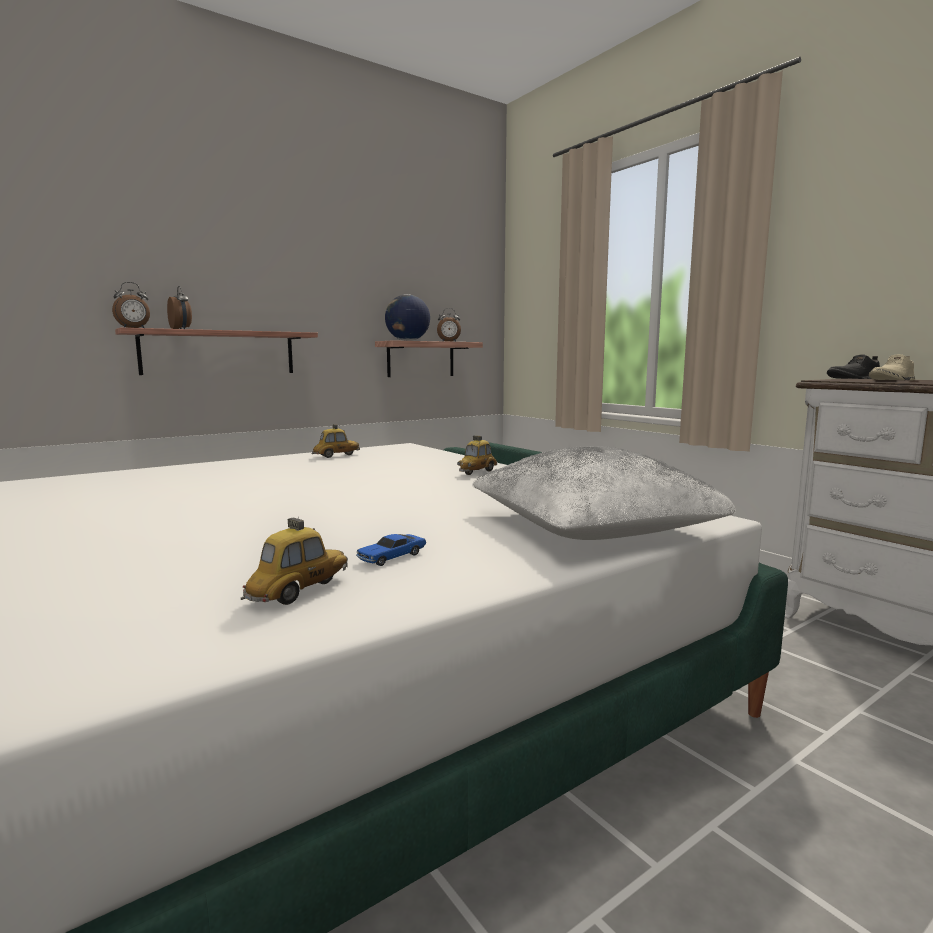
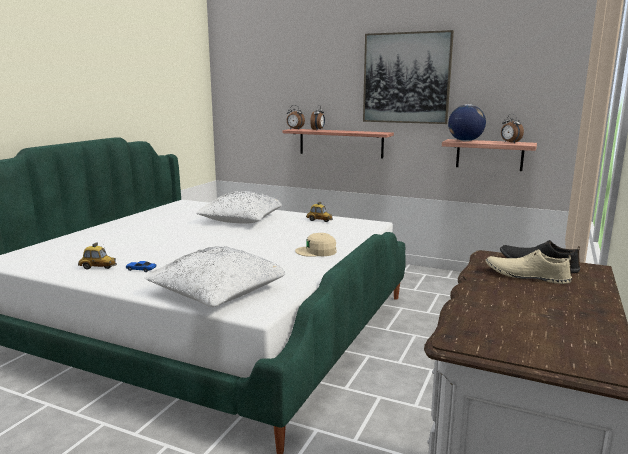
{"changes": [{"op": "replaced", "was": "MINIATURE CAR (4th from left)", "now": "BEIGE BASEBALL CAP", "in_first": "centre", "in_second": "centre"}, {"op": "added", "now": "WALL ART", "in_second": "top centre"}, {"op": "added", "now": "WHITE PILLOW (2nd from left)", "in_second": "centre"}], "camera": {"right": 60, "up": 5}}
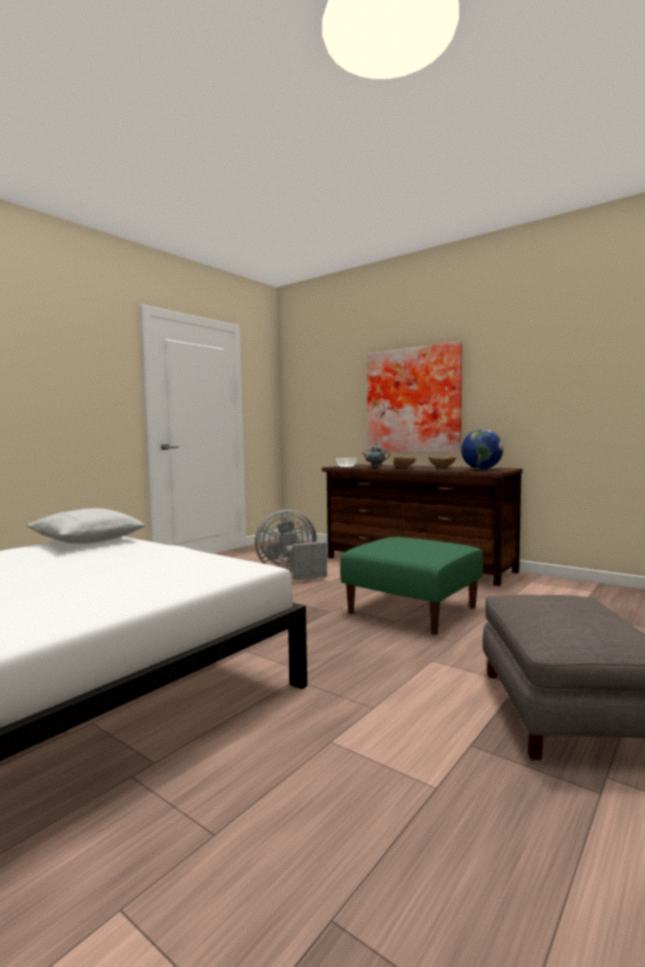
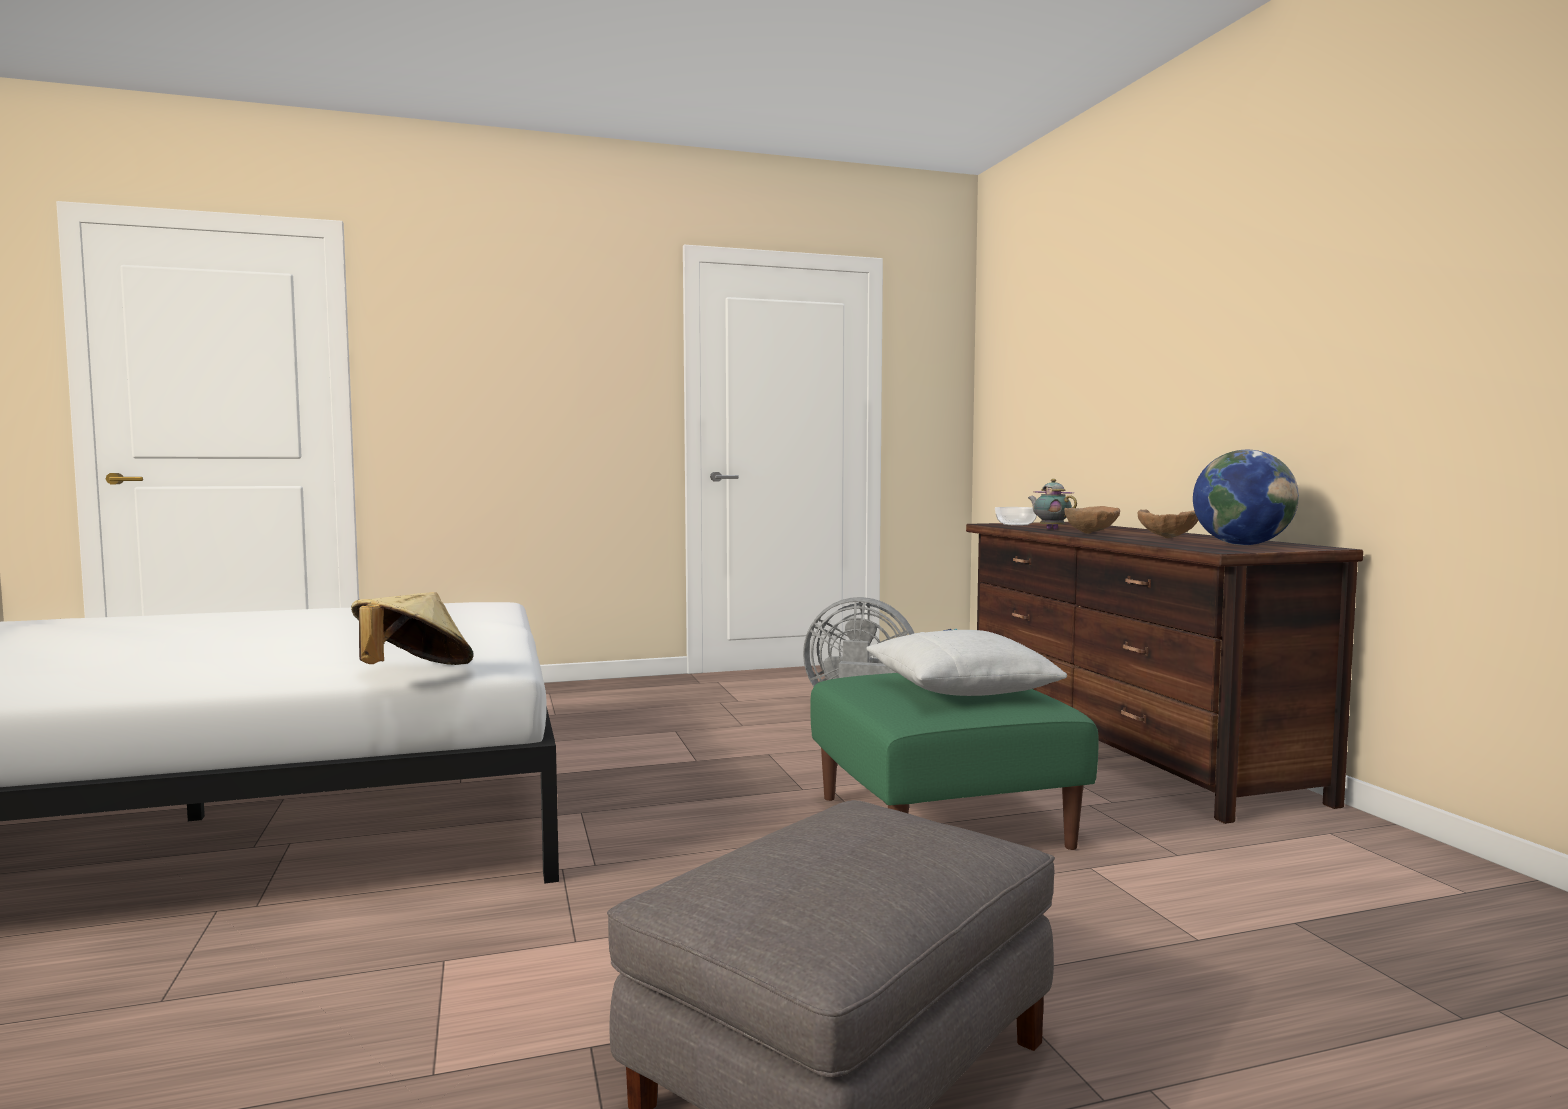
{"changes": [{"op": "removed", "was": "WALL ART", "in_first": "centre"}, {"op": "moved", "was": "GREYISH PILLOW", "in_first": "middle left", "in_second": "centre"}, {"op": "added", "now": "BEIGE CLOTHING HAT", "in_second": "middle left"}], "camera": {"right": 35, "up": 0}}
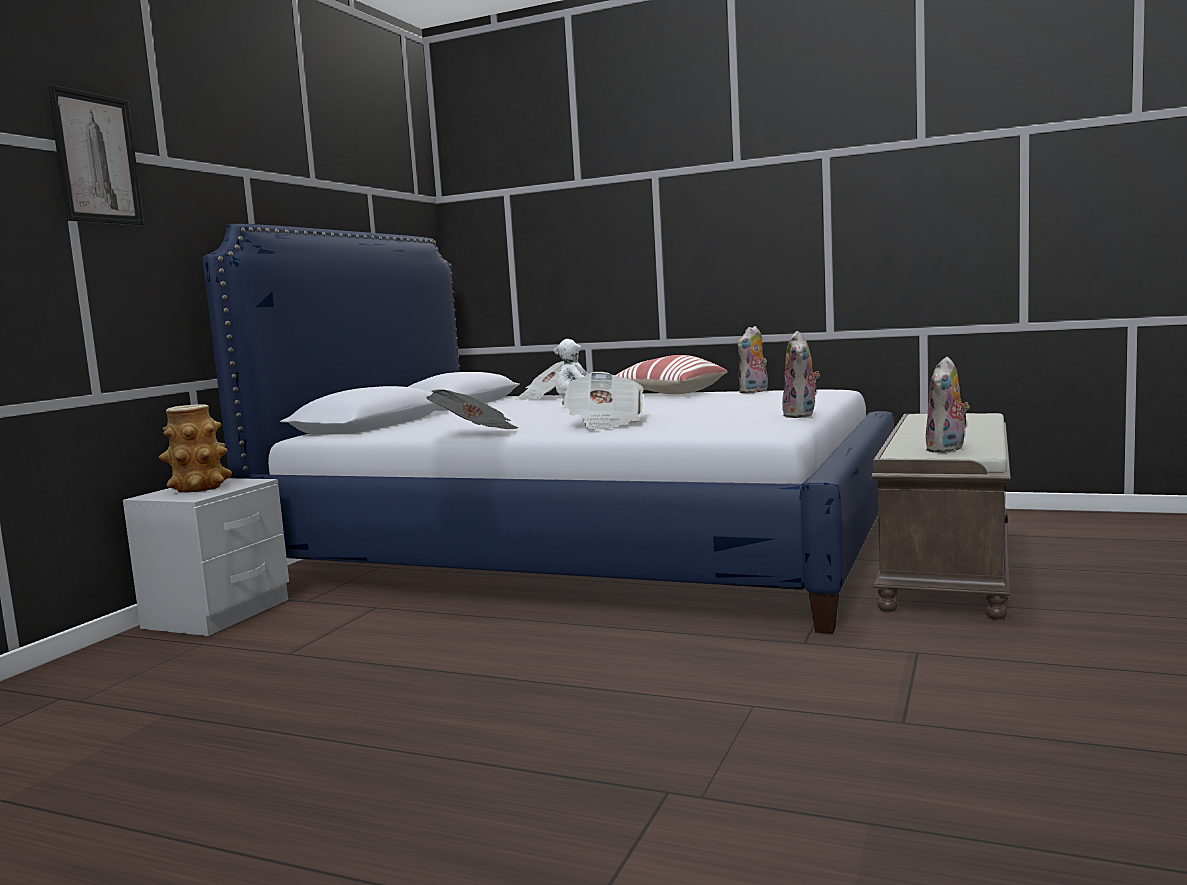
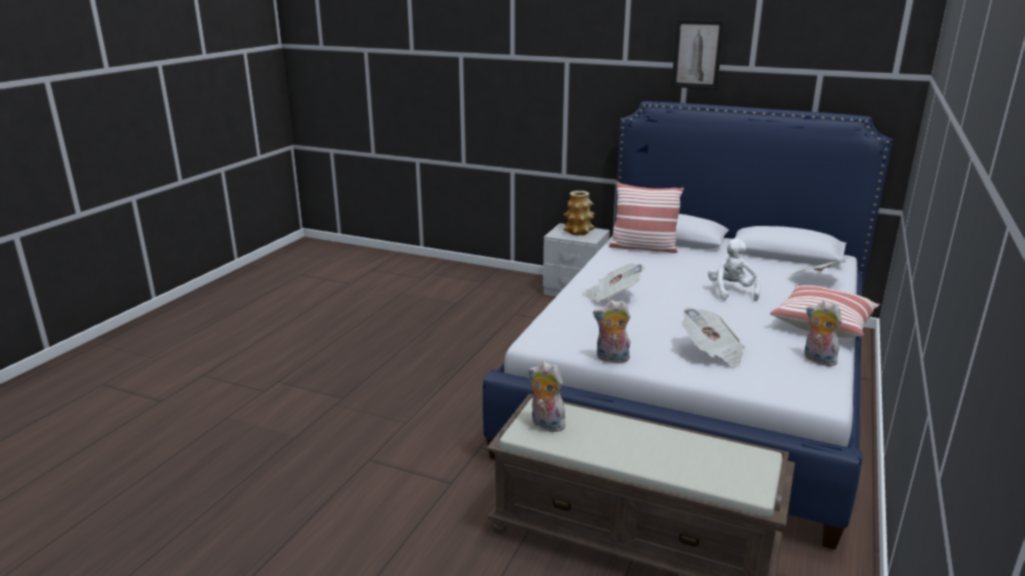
{"changes": [{"op": "moved", "was": "WALL ART", "in_first": "top left", "in_second": "top right"}, {"op": "moved", "was": "NEWSPAPER (1st from left in the first image)", "now": "NEWSPAPER (2nd from left)", "in_first": "centre", "in_second": "middle right"}, {"op": "added", "now": "PILLOW (1st from left)", "in_second": "centre"}], "camera": {"right": 90, "up": 15}}
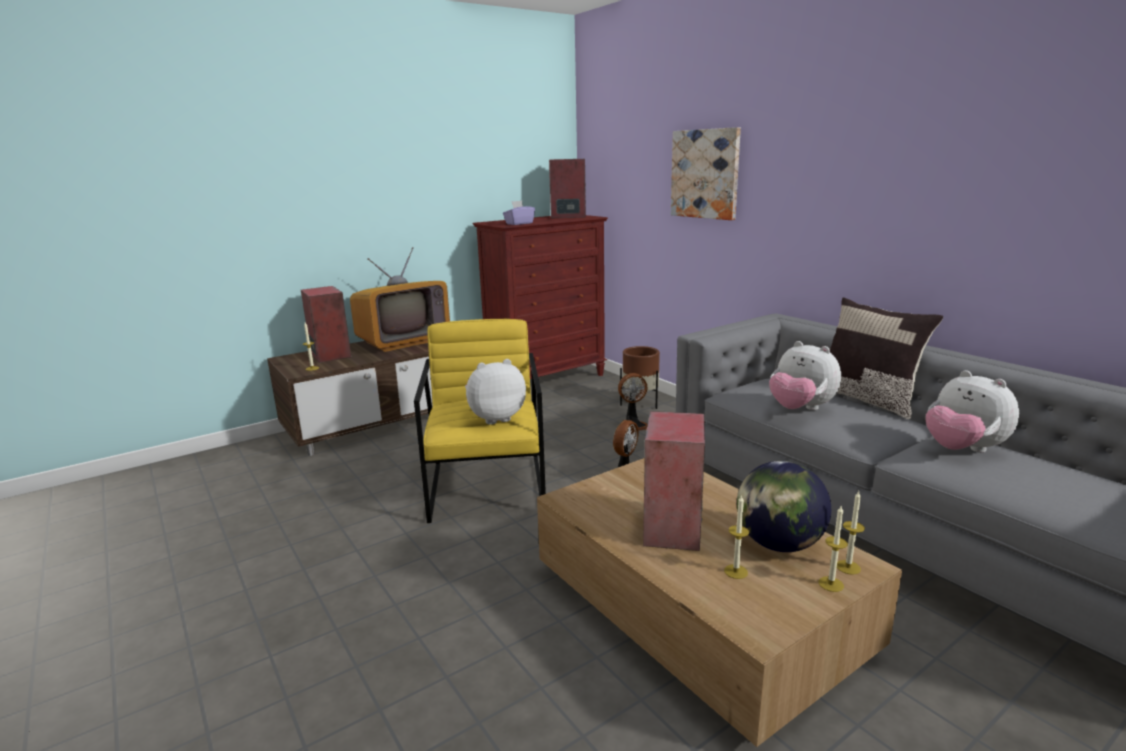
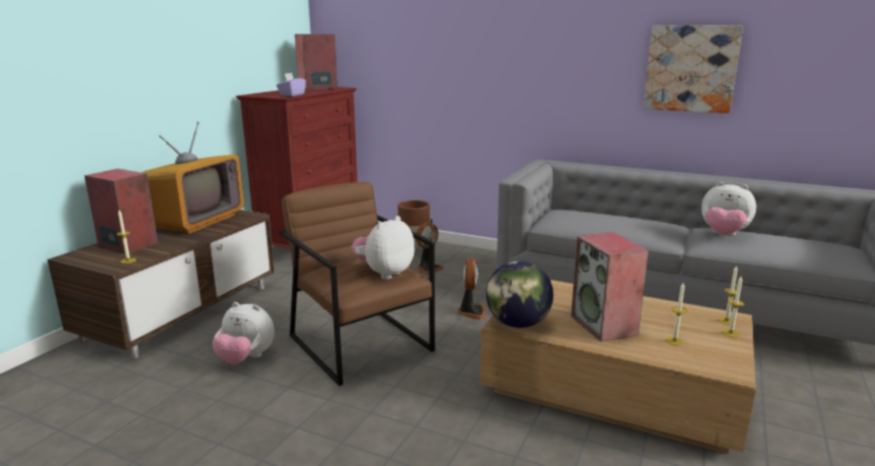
{"changes": [{"op": "moved", "was": "WALL ART", "in_first": "top centre", "in_second": "top right"}, {"op": "removed", "was": "PILLOW", "in_first": "middle right"}, {"op": "recoloured", "was": "YELLOW-COLOURED ARMCHAIR", "now": "BROWN-COLOURED ARMCHAIR", "in_first": "centre", "in_second": "centre"}, {"op": "moved", "was": "SOFT TOY (2nd from left in the first image)", "now": "SOFT TOY (1st from left)", "in_first": "middle right", "in_second": "bottom left"}, {"op": "moved", "was": "GLOBE", "in_first": "bottom right", "in_second": "centre"}], "camera": {"right": -30, "up": 0}}
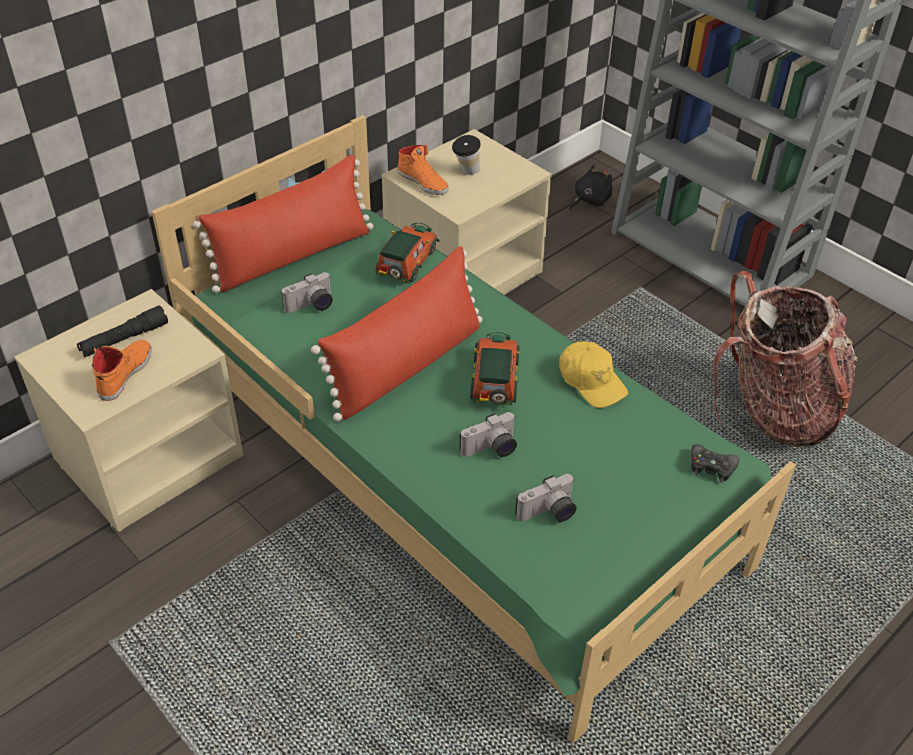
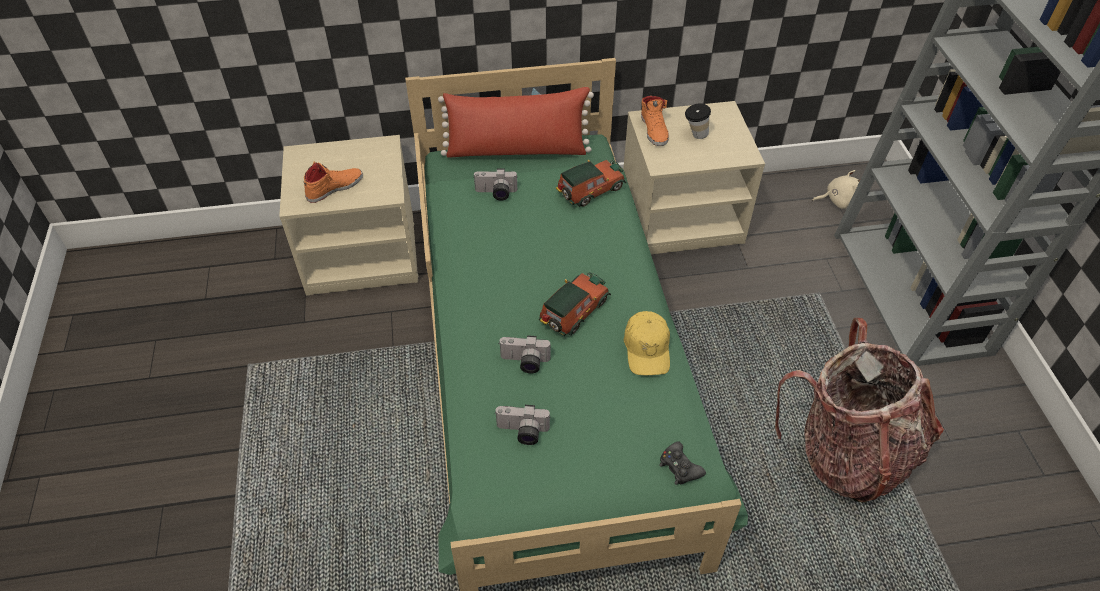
{"changes": [{"op": "recoloured", "was": "BLACK SOFT TOY", "now": "BEIGE SOFT TOY", "in_first": "top centre", "in_second": "top right"}, {"op": "removed", "was": "RED-COLOURED PILLOW (2nd from left)", "in_first": "centre"}, {"op": "removed", "was": "BLACK FLASHLIGHT", "in_first": "middle left"}], "camera": {"right": 35, "up": 5}}
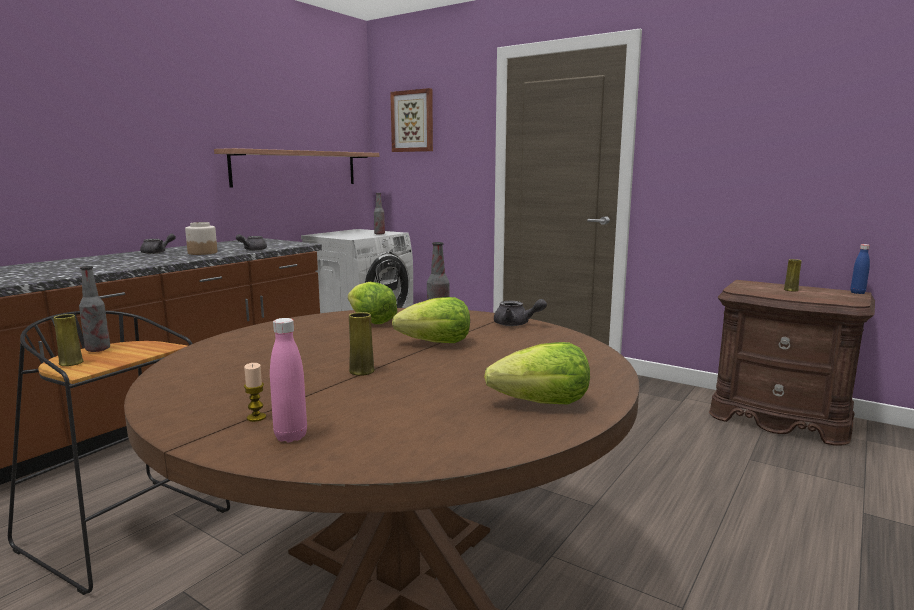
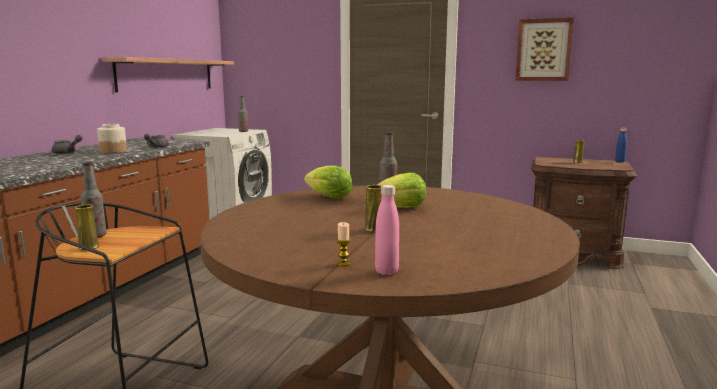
{"changes": [{"op": "moved", "was": "WALL ART", "in_first": "top centre", "in_second": "top right"}, {"op": "removed", "was": "GREYISH POT FOR TEA (3rd from left)", "in_first": "centre"}, {"op": "removed", "was": "LETTUCE HEAD (3rd from left)", "in_first": "centre"}], "camera": {"right": -15, "up": 0}}
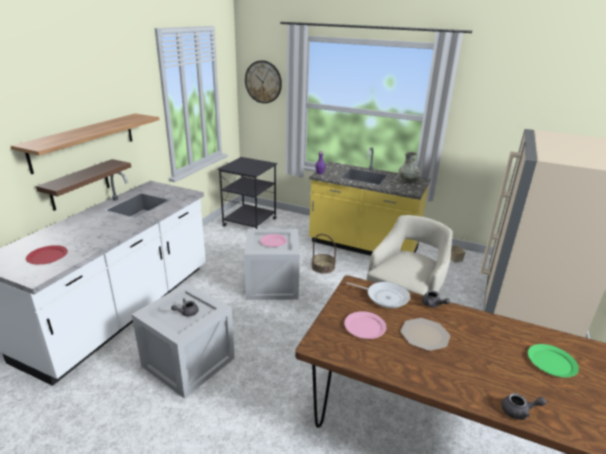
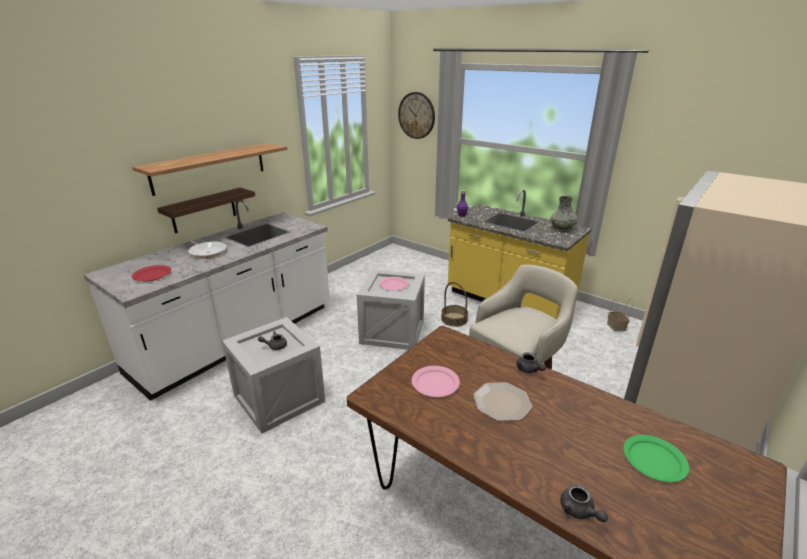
{"changes": [{"op": "removed", "was": "BLACK CART", "in_first": "centre"}, {"op": "moved", "was": "FRYING PAN", "in_first": "centre", "in_second": "middle left"}, {"op": "turned", "was": "GREYISH POT FOR TEA (3rd from left)", "in_first": "bottom right", "in_second": "bottom right", "clockwise": 45}], "camera": {"right": 15, "up": 0}}
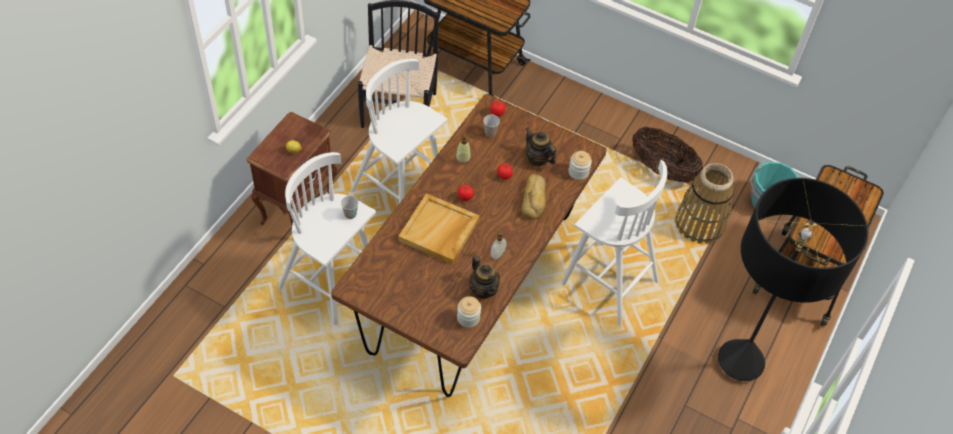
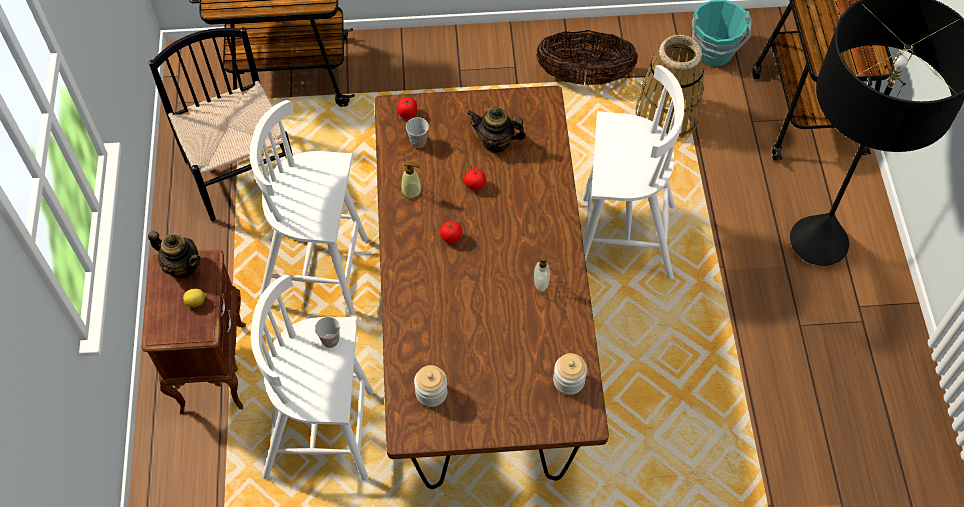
{"changes": [{"op": "moved", "was": "STORAGE JAR (2nd from left in the first image)", "now": "STORAGE JAR (1st from left)", "in_first": "centre", "in_second": "bottom centre"}, {"op": "removed", "was": "BREAD", "in_first": "centre"}, {"op": "removed", "was": "BEIGE SERVING TRAY", "in_first": "centre"}, {"op": "moved", "was": "POT FOR TEA (1st from left)", "in_first": "centre", "in_second": "middle left"}], "camera": {"right": -30, "up": 5}}
